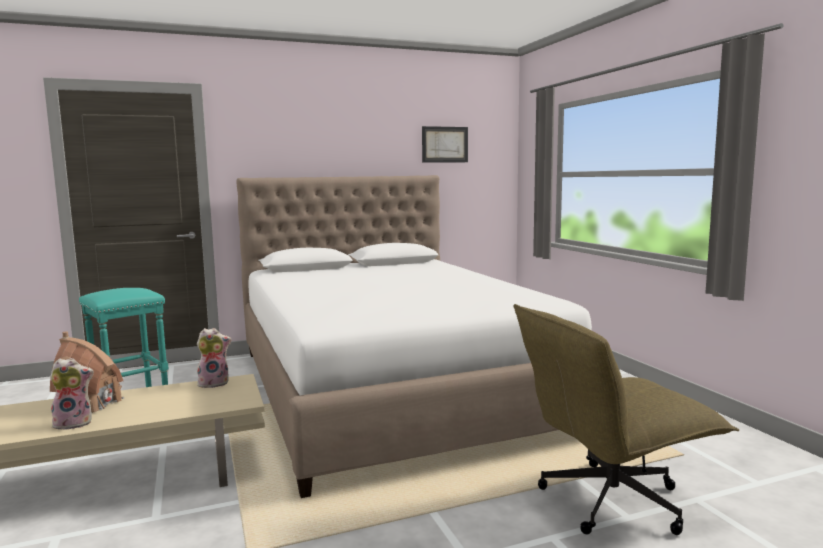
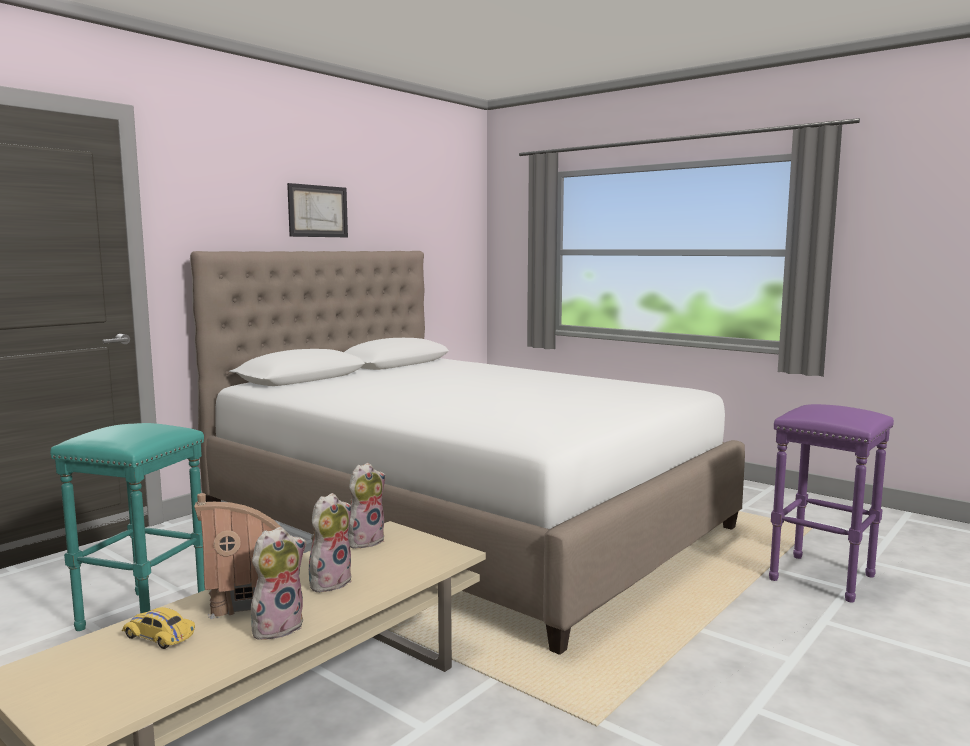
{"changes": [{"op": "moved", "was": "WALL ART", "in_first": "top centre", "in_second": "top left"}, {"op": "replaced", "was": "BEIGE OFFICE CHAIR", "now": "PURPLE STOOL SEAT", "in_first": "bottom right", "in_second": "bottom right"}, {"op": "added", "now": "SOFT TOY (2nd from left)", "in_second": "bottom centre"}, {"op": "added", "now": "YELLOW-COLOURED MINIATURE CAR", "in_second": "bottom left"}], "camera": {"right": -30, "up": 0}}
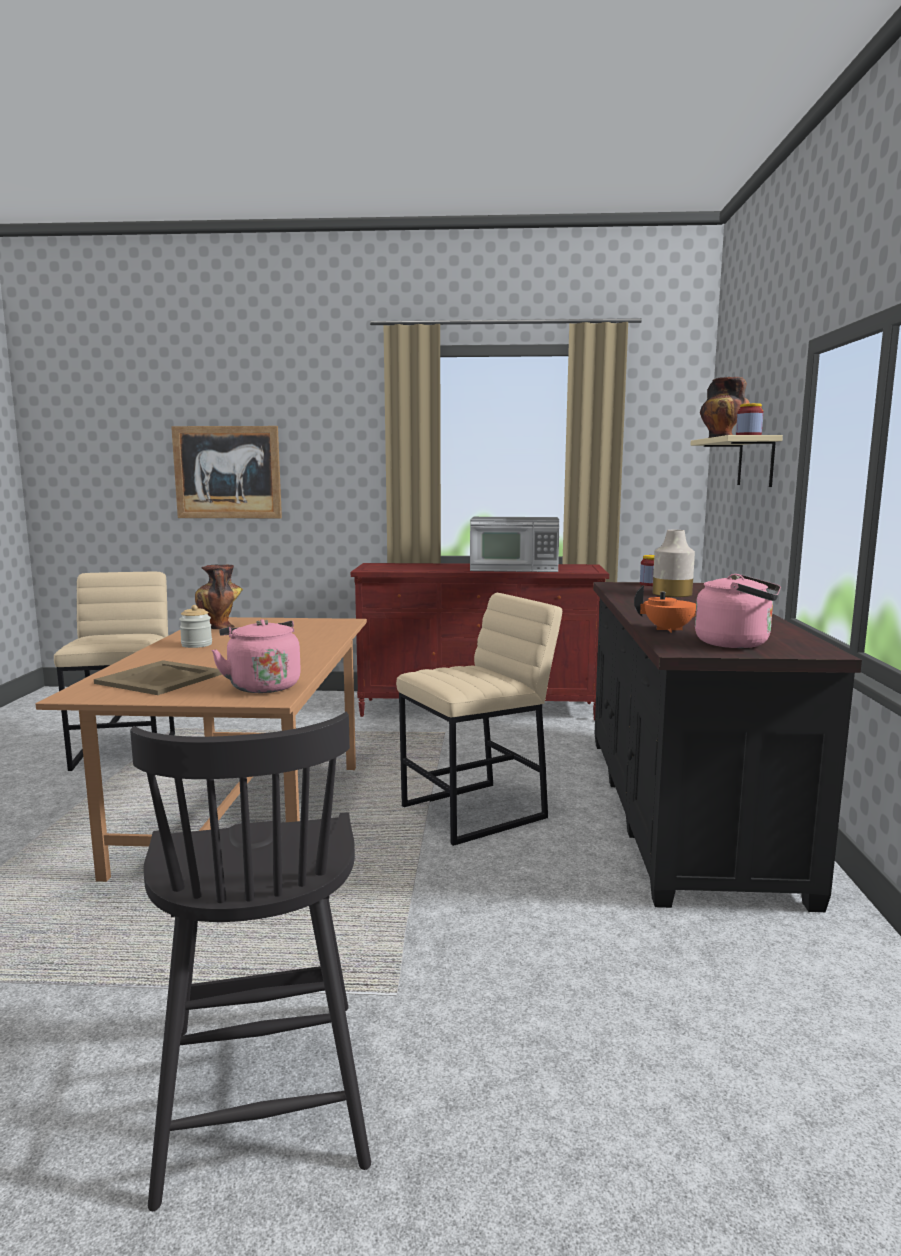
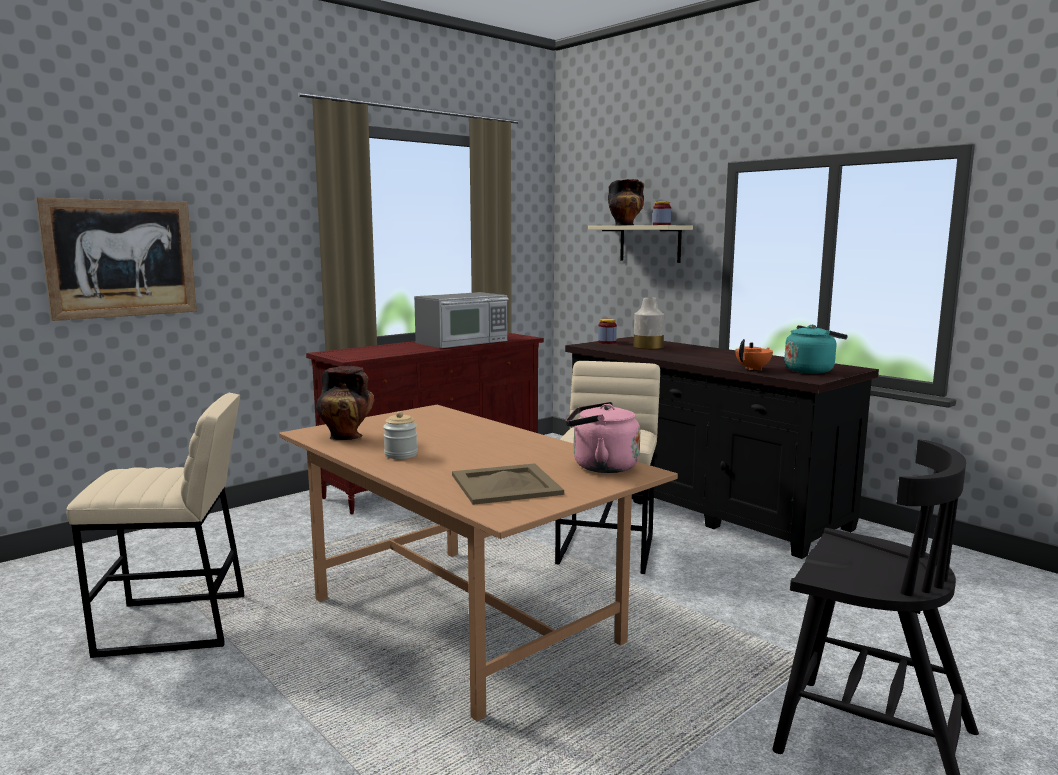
{"changes": [{"op": "turned", "was": "BEIGE CHAIR (1st from left)", "in_first": "middle left", "in_second": "bottom left", "clockwise": 135}, {"op": "recoloured", "was": "PINKISH WATER KETTLE (2nd from left)", "now": "TURQUOISE WATER KETTLE", "in_first": "middle right", "in_second": "middle right"}], "camera": {"right": -45, "up": 0}}
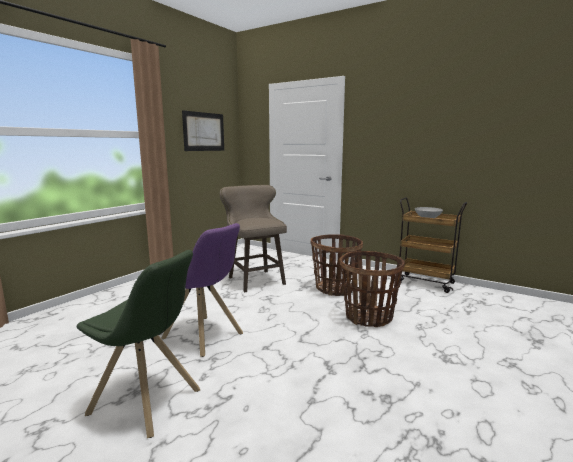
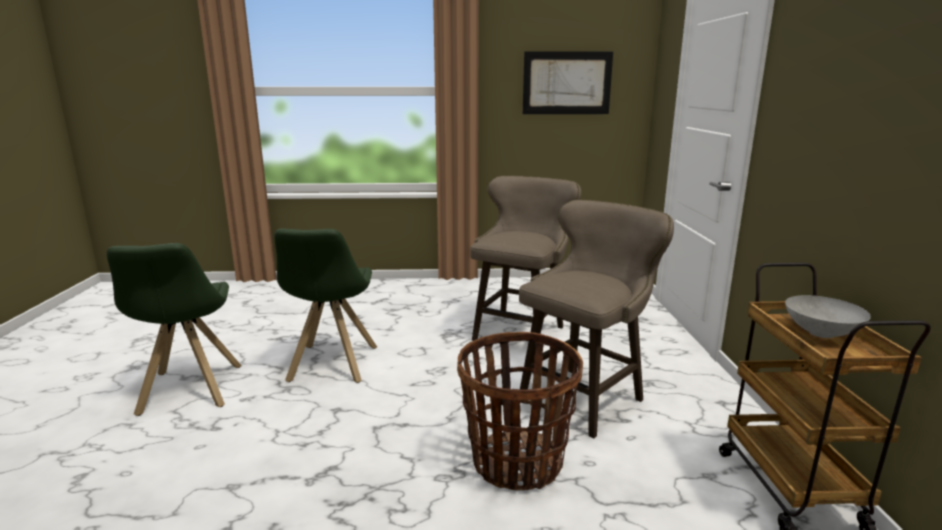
{"changes": [{"op": "recoloured", "was": "PURPLE CHAIR", "now": "GREEN CHAIR (2nd from left)", "in_first": "centre", "in_second": "centre"}, {"op": "replaced", "was": "BASKET (1st from left)", "now": "BEIGE STOOL SEAT (2nd from left)", "in_first": "centre", "in_second": "centre"}], "camera": {"right": 55, "up": 5}}
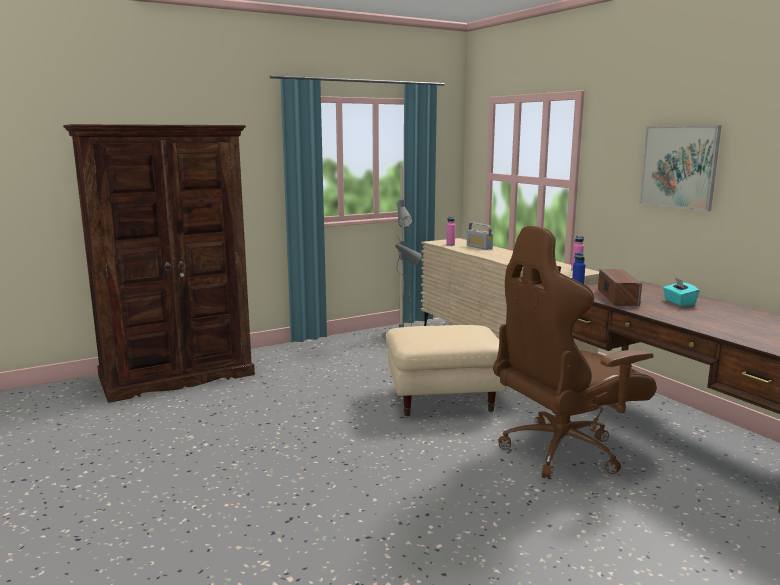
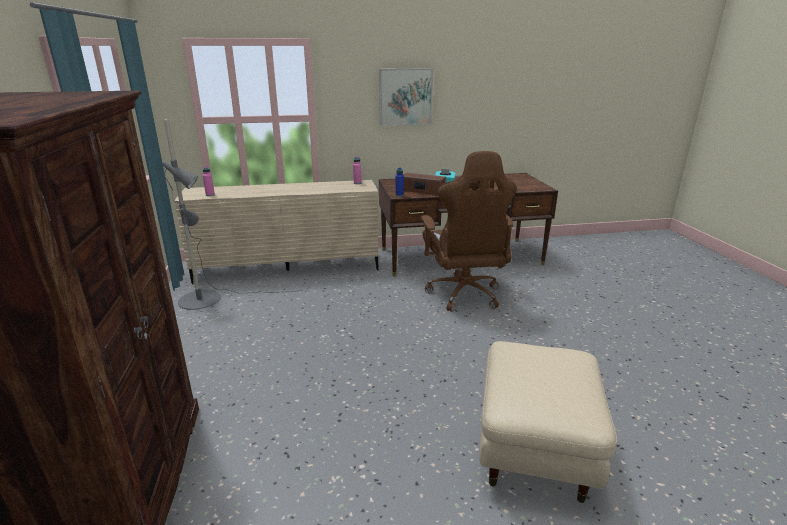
{"changes": [{"op": "removed", "was": "RADIO", "in_first": "centre"}, {"op": "moved", "was": "BEIGE OTTOMAN", "in_first": "centre", "in_second": "bottom right"}], "camera": {"right": -70, "up": 10}}
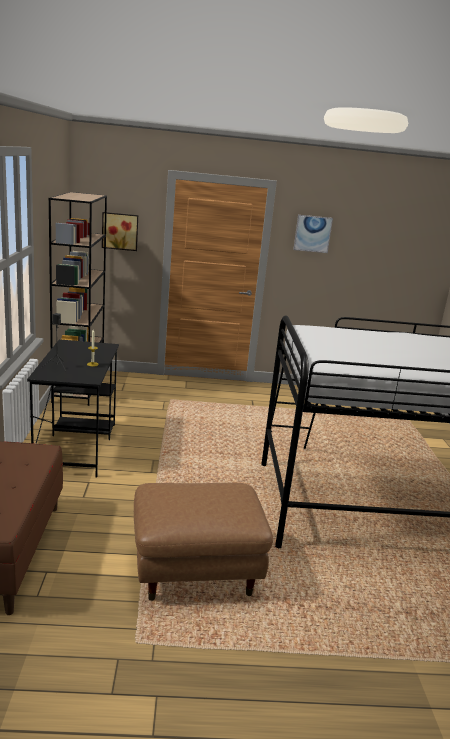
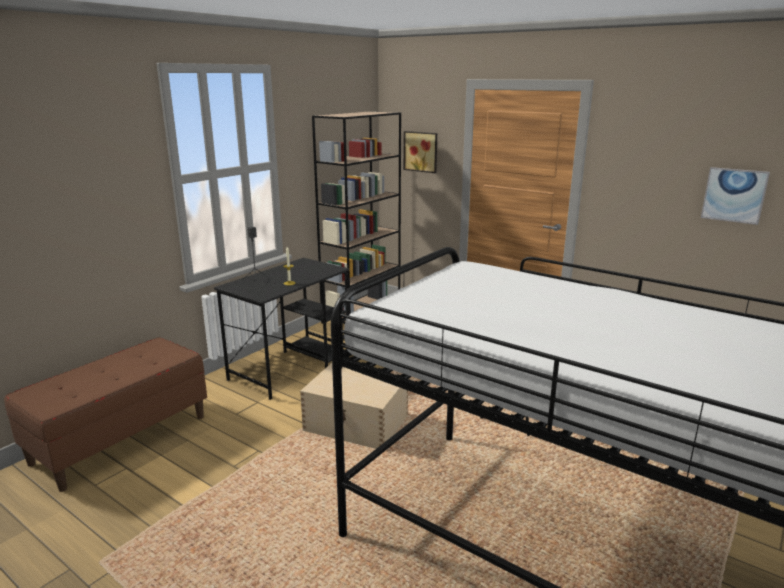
{"changes": [{"op": "moved", "was": "WALL ART (2nd from left)", "in_first": "top right", "in_second": "middle right"}, {"op": "removed", "was": "BROWN-COLOURED OTTOMAN", "in_first": "bottom centre"}, {"op": "added", "now": "BEIGE STORAGE BOX", "in_second": "bottom centre"}], "camera": {"right": 40, "up": 0}}
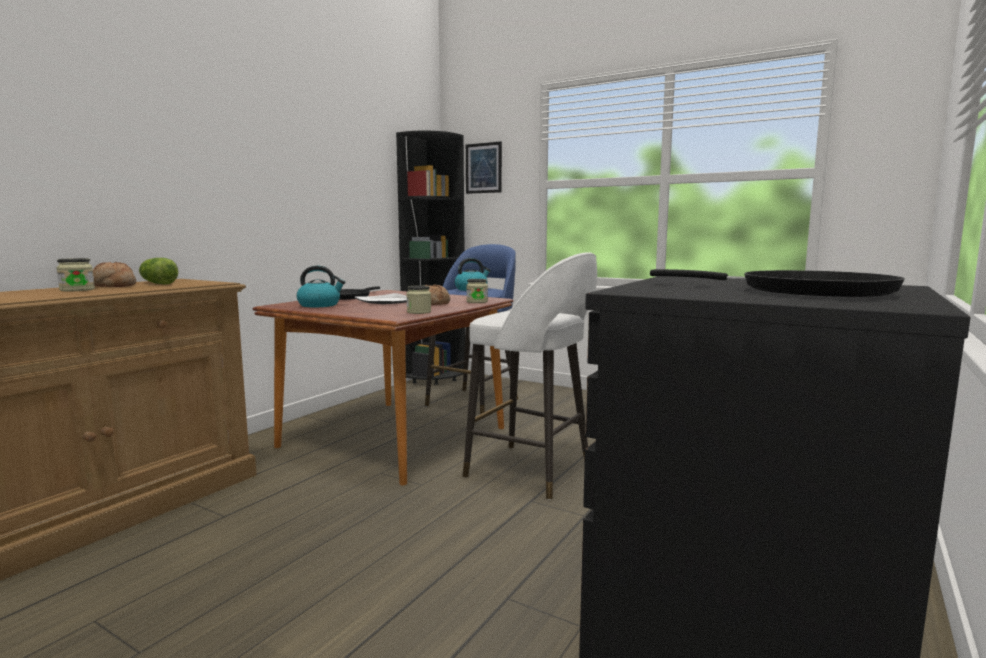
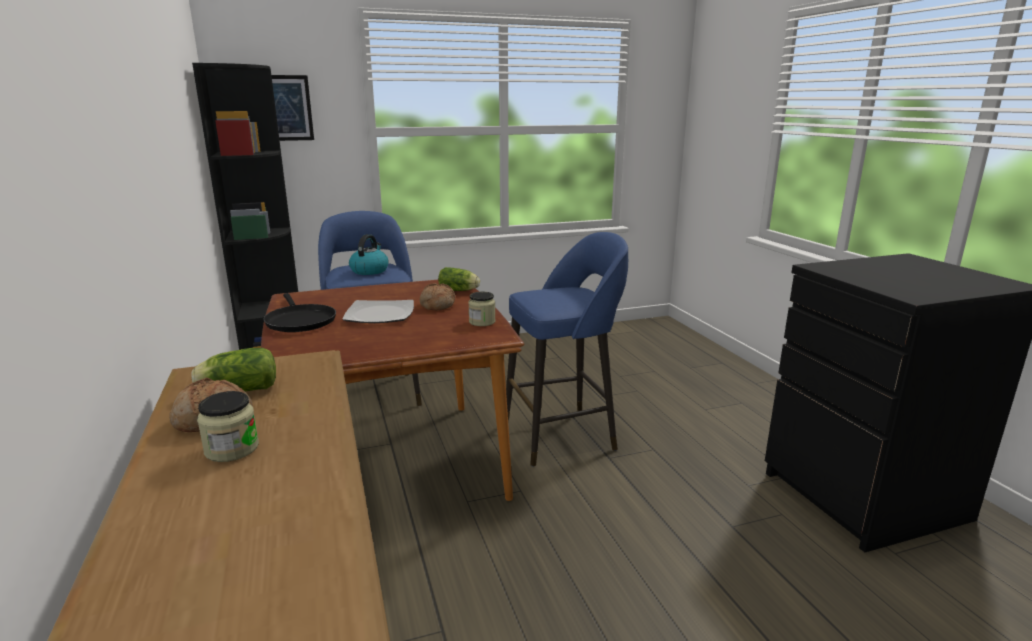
{"changes": [{"op": "recoloured", "was": "WHITE STOOL SEAT", "now": "BLUISH STOOL SEAT (2nd from left)", "in_first": "centre", "in_second": "centre"}, {"op": "removed", "was": "WATER KETTLE (1st from left)", "in_first": "middle left"}, {"op": "removed", "was": "BLACK FRYING PAN (2nd from left)", "in_first": "middle right"}, {"op": "replaced", "was": "STORAGE JAR (3rd from left)", "now": "LETTUCE HEAD (2nd from left)", "in_first": "centre", "in_second": "centre"}], "camera": {"right": -50, "up": 10}}
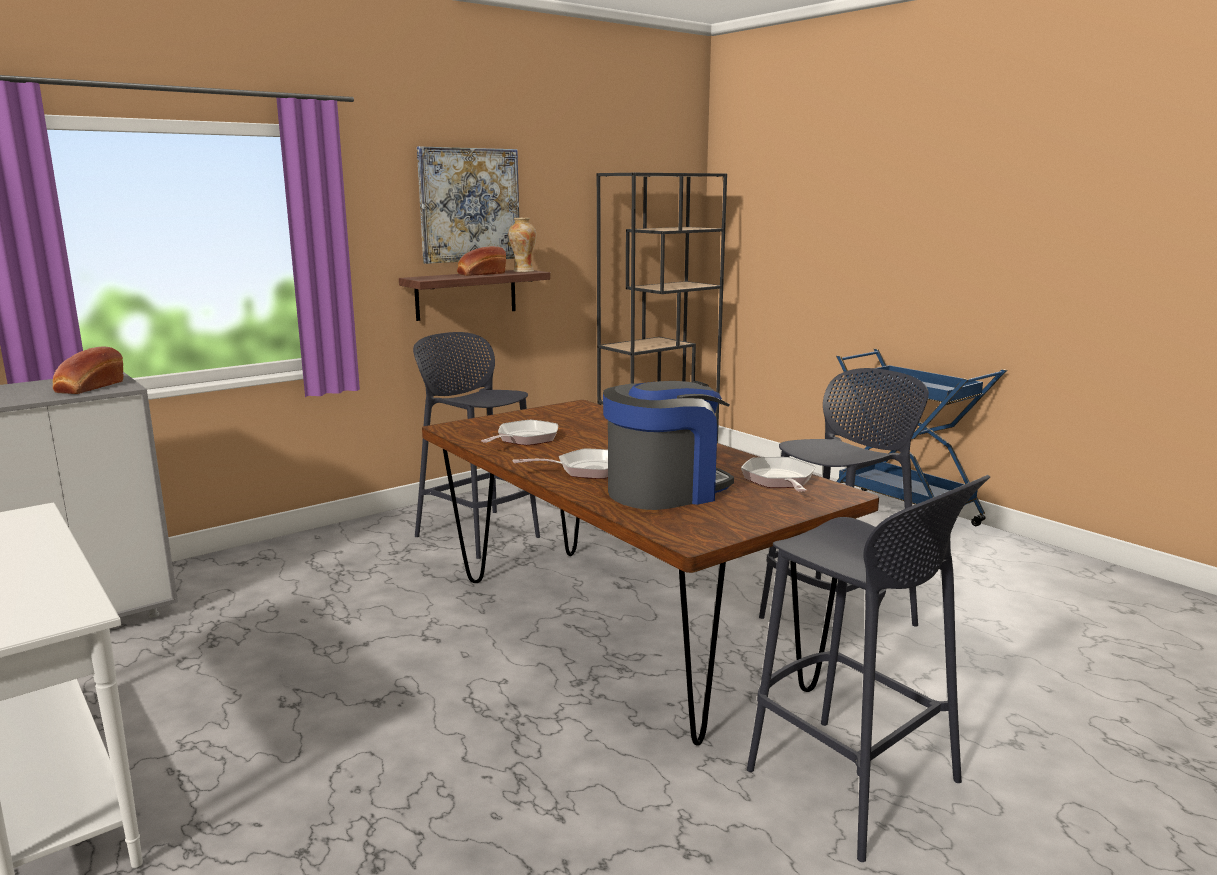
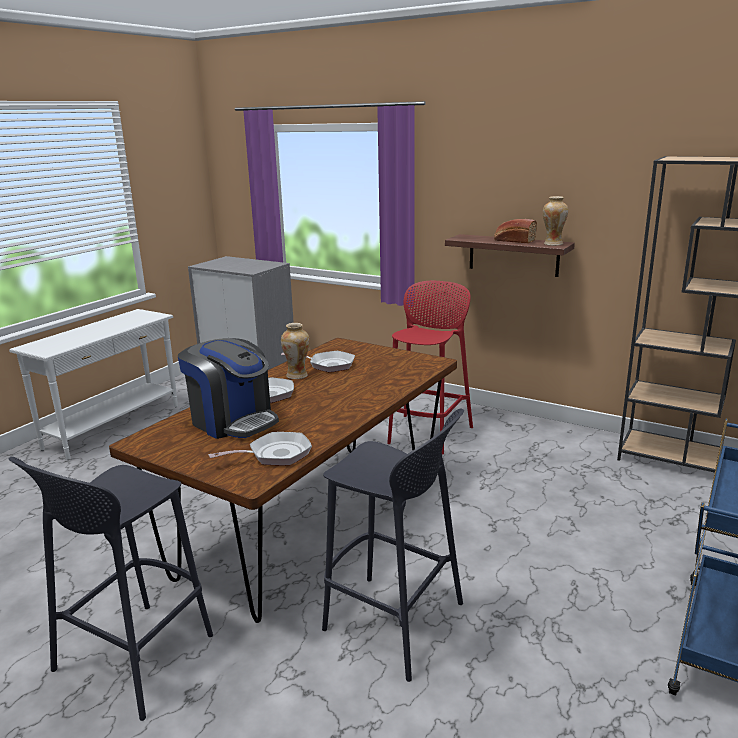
{"changes": [{"op": "removed", "was": "WALL ART", "in_first": "top centre"}, {"op": "recoloured", "was": "GREYISH STOOL SEAT (1st from left)", "now": "RED-COLOURED STOOL SEAT", "in_first": "centre", "in_second": "centre"}, {"op": "removed", "was": "BREAD (1st from left)", "in_first": "middle left"}, {"op": "added", "now": "DECORATIVE VASE (1st from left)", "in_second": "centre"}], "camera": {"right": 70, "up": 5}}
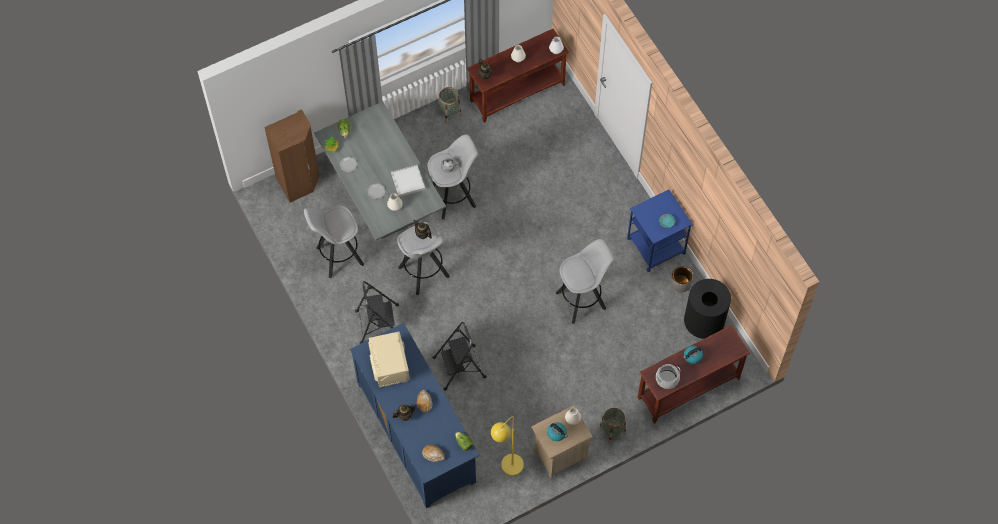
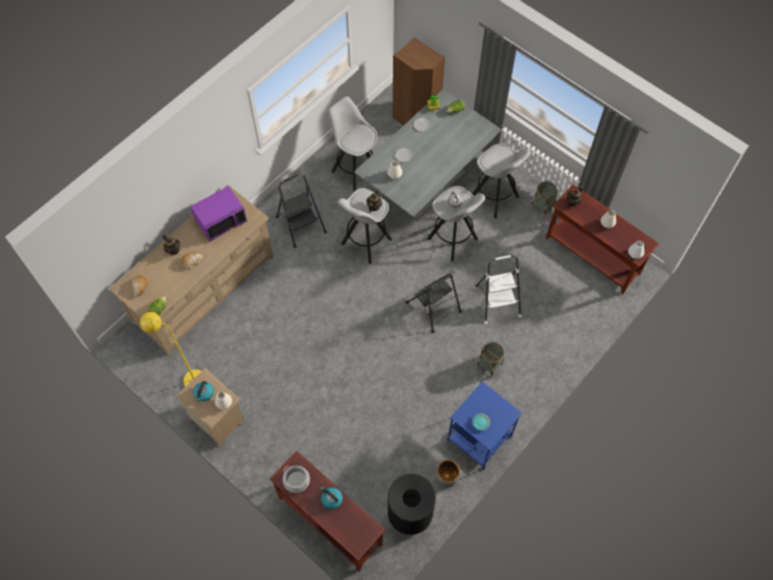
{"changes": [{"op": "removed", "was": "WHITE SERVING TRAY", "in_first": "centre"}, {"op": "moved", "was": "GREYISH STOOL SEAT (4th from left)", "in_first": "centre", "in_second": "top centre"}, {"op": "moved", "was": "BLACK STEP LADDER (2nd from left)", "in_first": "bottom centre", "in_second": "centre"}, {"op": "recoloured", "was": "BLUISH DRESSER", "now": "BEIGE DRESSER", "in_first": "bottom centre", "in_second": "middle left"}, {"op": "recoloured", "was": "BEIGE MICROWAVE", "now": "PURPLE MICROWAVE", "in_first": "bottom centre", "in_second": "middle left"}, {"op": "moved", "was": "BASKET (2nd from left in the first image)", "now": "BASKET (1st from left)", "in_first": "bottom centre", "in_second": "centre"}, {"op": "added", "now": "WHITE STEP LADDER", "in_second": "centre"}], "camera": {"right": 70, "up": 0}}
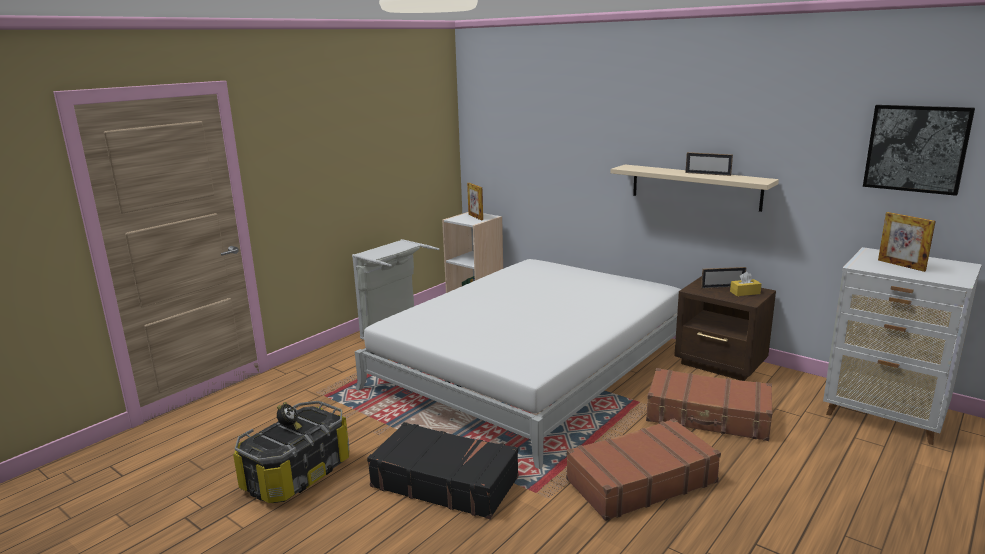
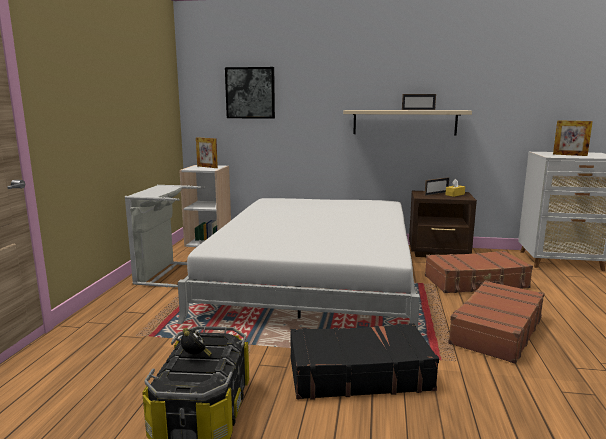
{"changes": [{"op": "moved", "was": "WALL ART", "in_first": "top right", "in_second": "top centre"}], "camera": {"right": -30, "up": -5}}
